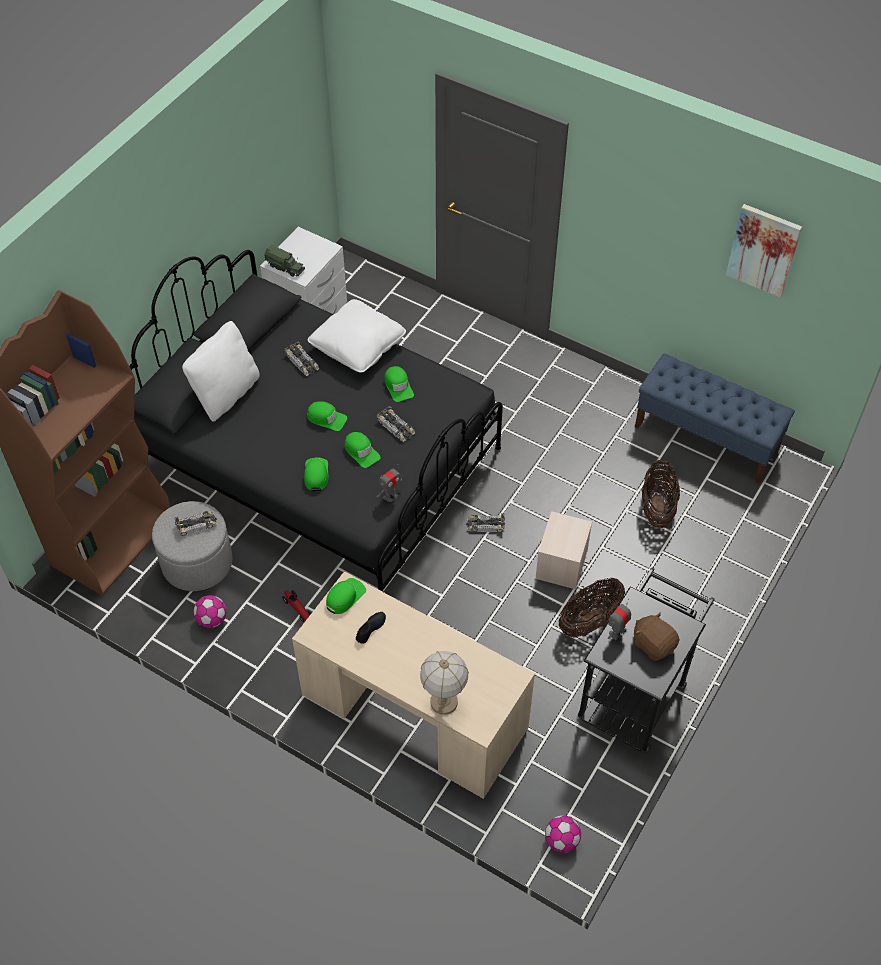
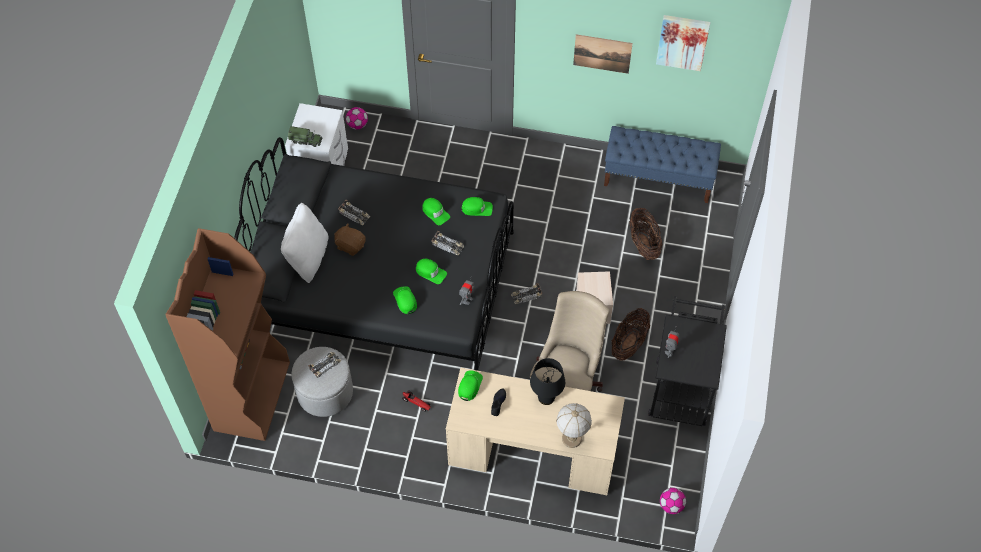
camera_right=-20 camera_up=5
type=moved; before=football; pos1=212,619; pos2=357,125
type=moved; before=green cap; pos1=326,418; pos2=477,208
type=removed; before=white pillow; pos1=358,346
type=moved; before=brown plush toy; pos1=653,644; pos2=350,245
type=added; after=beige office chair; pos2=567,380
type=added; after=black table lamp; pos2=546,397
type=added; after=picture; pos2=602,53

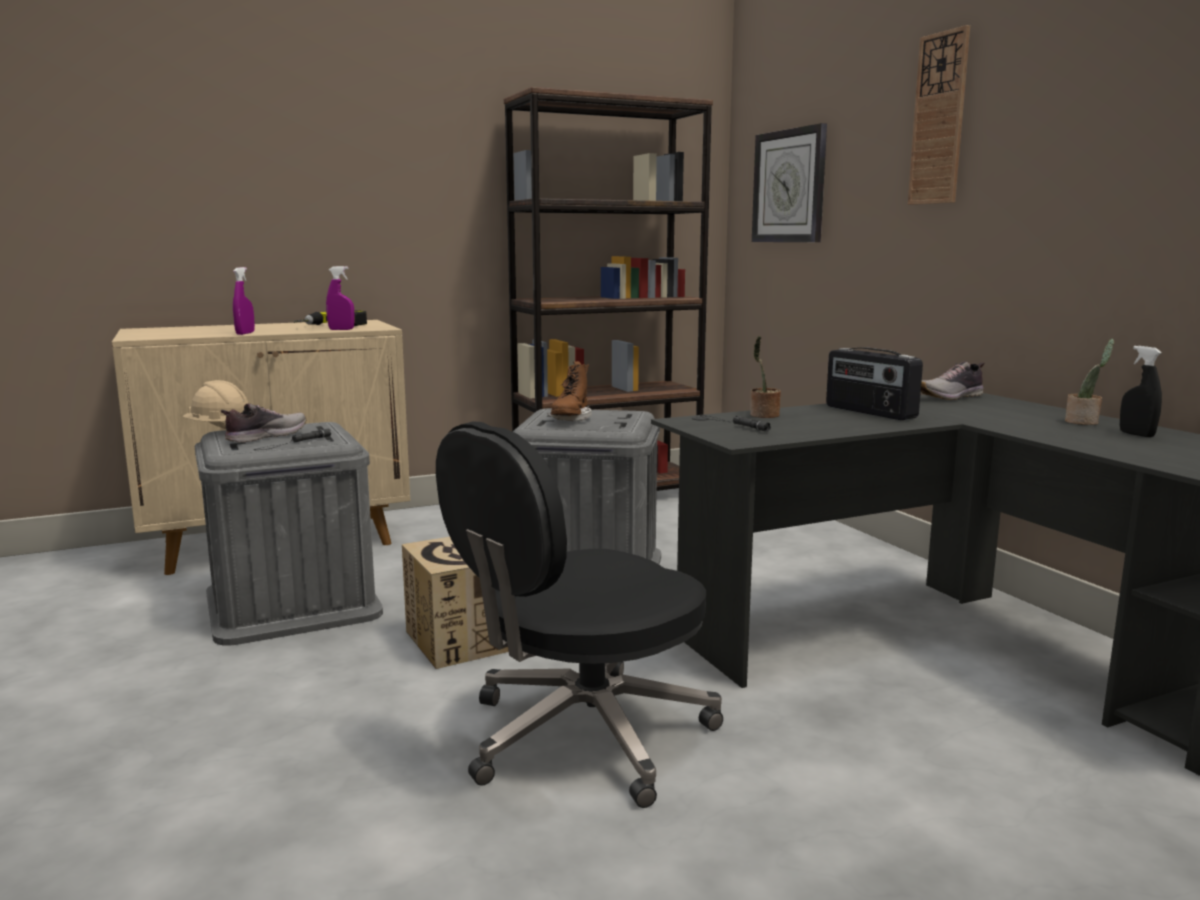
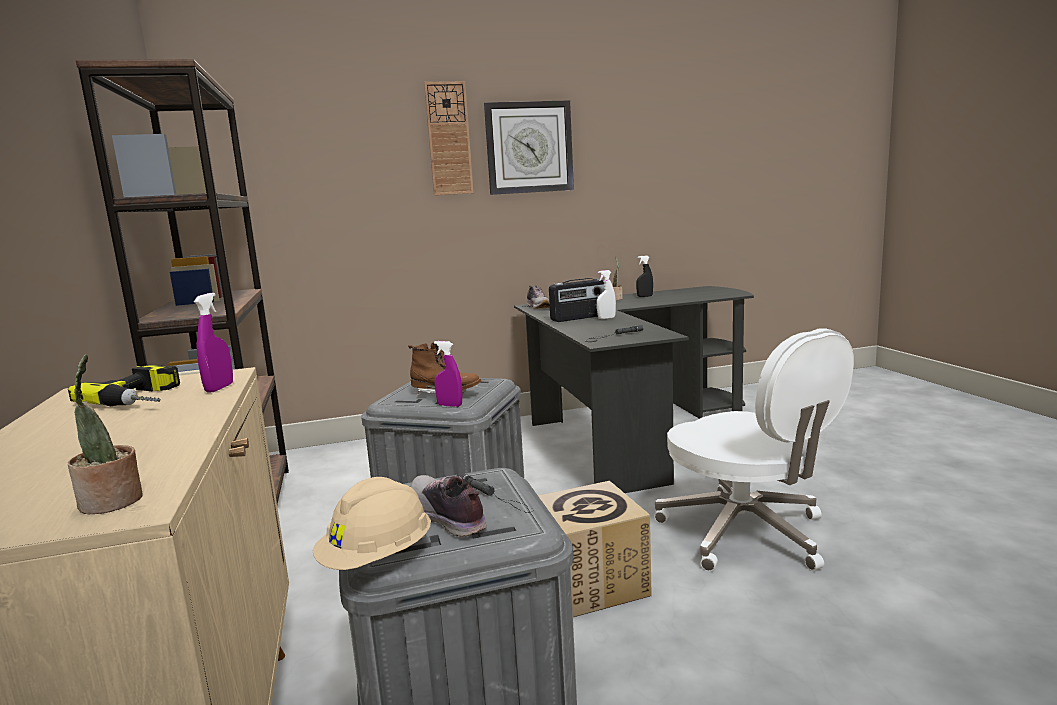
camera_right=-80 camera_up=0
type=moved; before=purple spray bottle; pos1=245,333; pos2=450,405
type=recoloured; before=black office chair; after=white office chair; pos1=583,736; pos2=746,533
type=moved; before=potted plant; pos1=763,415; pos2=111,503
type=moved; before=wall clock; pos1=789,186; pos2=529,147
type=added; after=white spray bottle; pos2=606,318

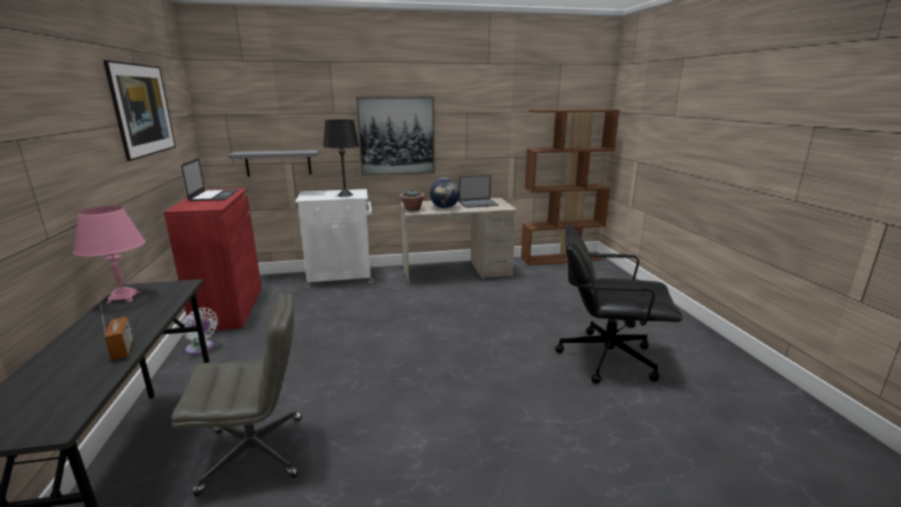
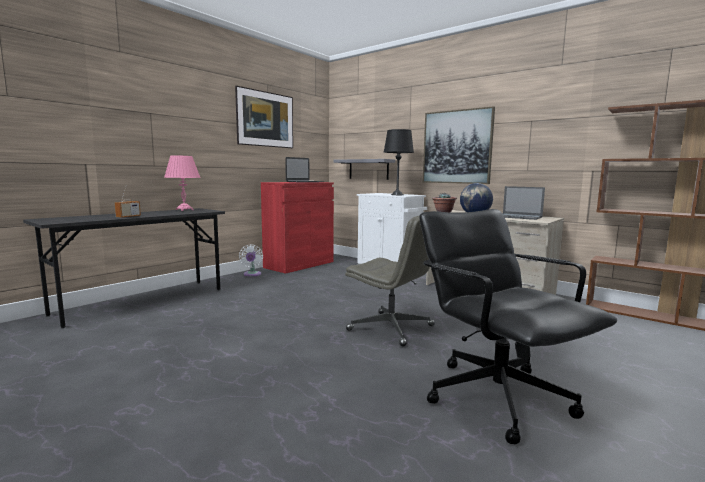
camera_right=50 camera_up=-10
type=moved; before=grey office chair; pos1=255,452; pos2=392,328

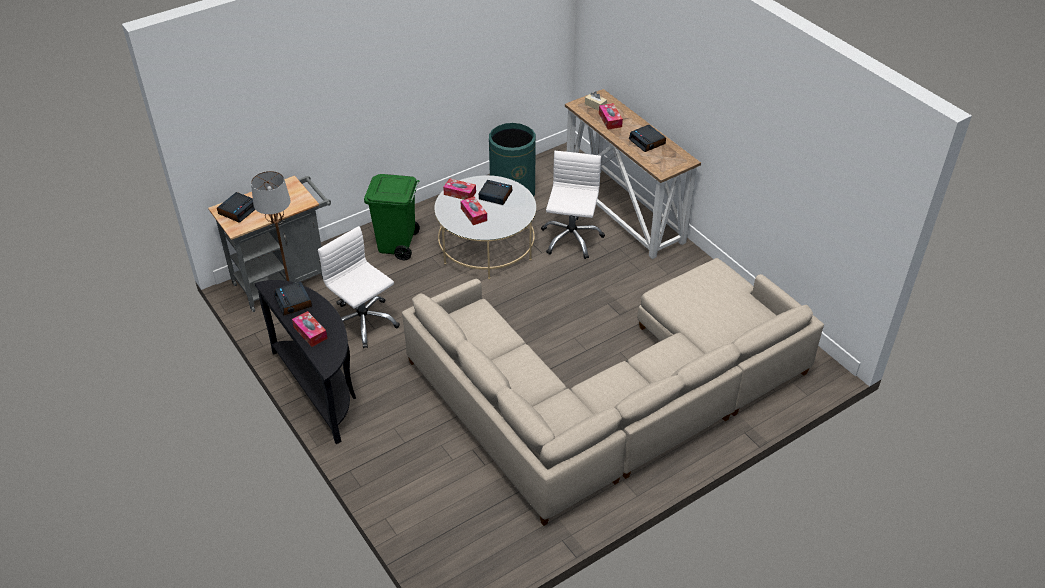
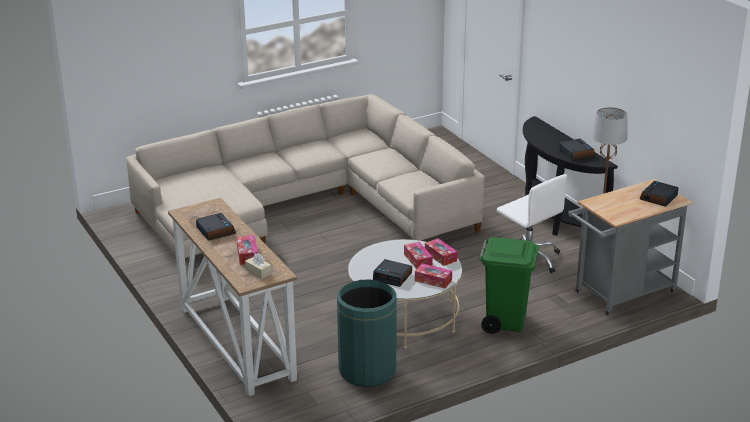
camera_right=-175 camera_up=-15
type=moved; before=tissue box; pos1=310,333; pos2=440,256
type=removed; before=white office chair; pos1=571,239

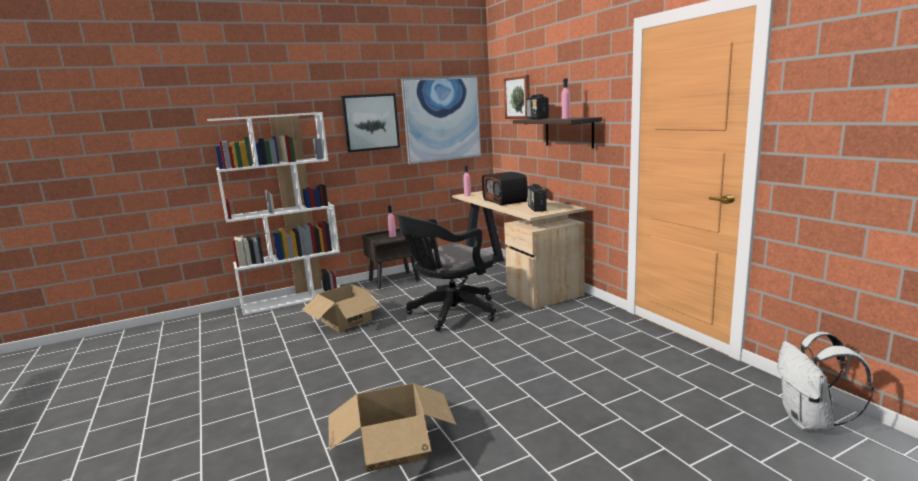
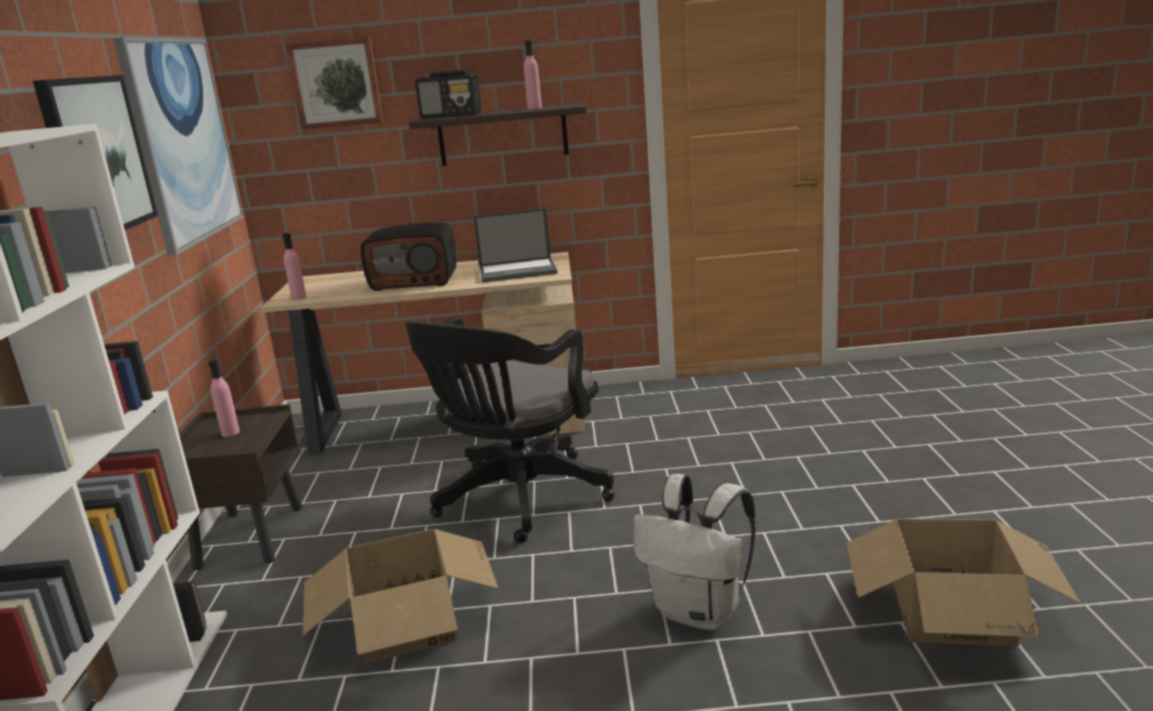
camera_right=-65 camera_up=5
type=turned; before=black office chair; pos1=449,313; pos2=518,500; turn=45
type=replaced; before=radio; after=laptop; pos1=537,208; pos2=518,271
type=moved; before=white backpack; pos1=810,422; pos2=700,612

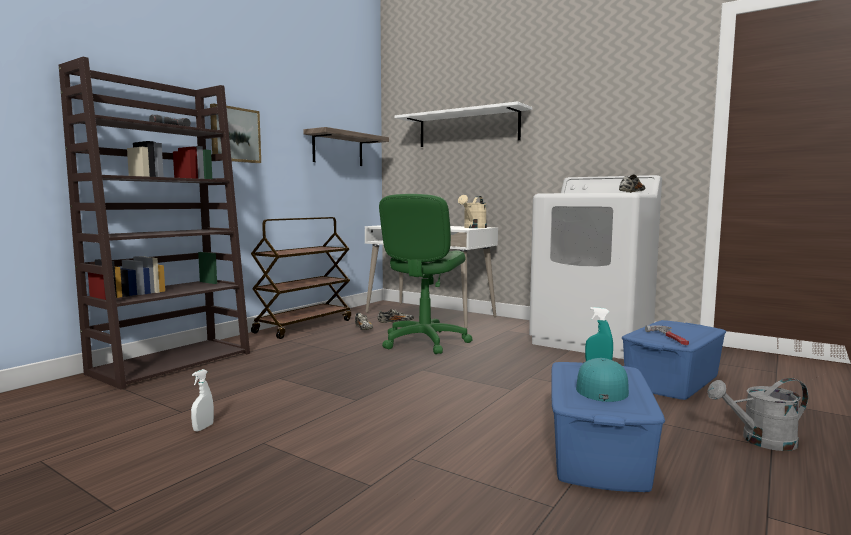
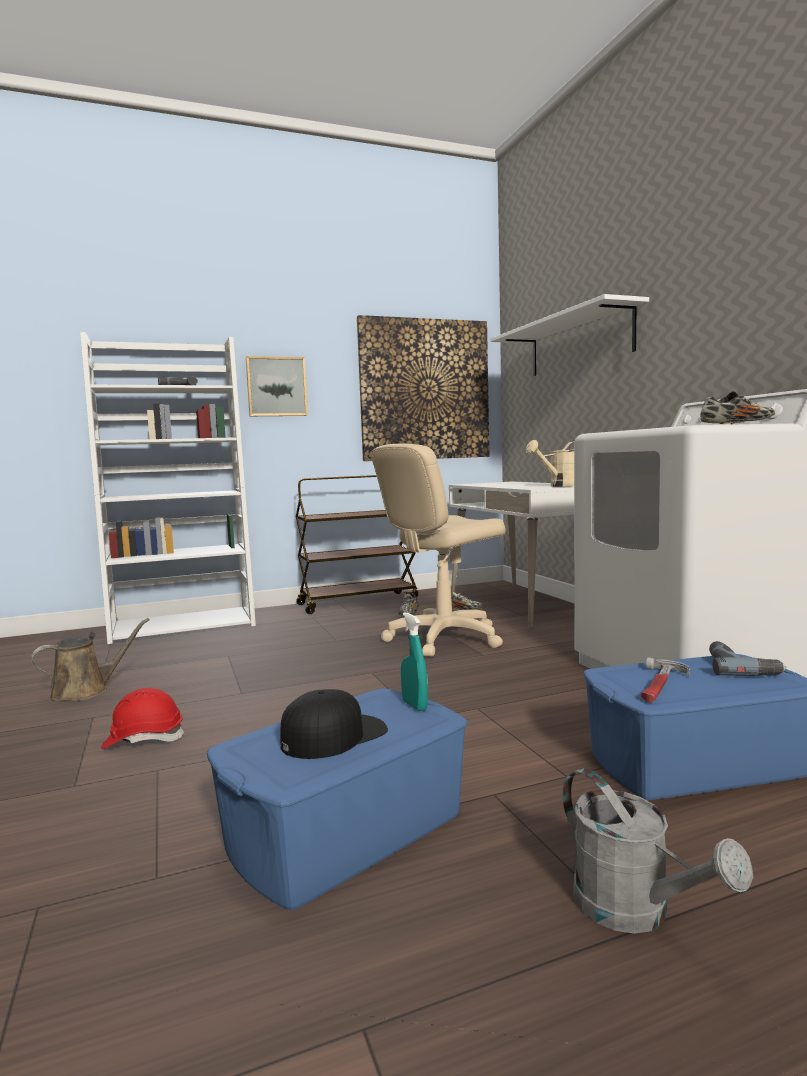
camera_right=35 camera_up=0
type=recoloured; before=brown bookcase; after=white bookcase; pos1=173,362; pos2=184,625
type=replaced; before=white spray bottle; after=brown watering can; pos1=203,428; pos2=85,691
type=replaced; before=shelf; after=picture; pos1=338,149; pos2=425,390
type=recoloured; before=green office chair; after=beige office chair; pos1=424,341; pos2=444,638
type=recoloured; before=turquoise cap; after=black cap; pos1=601,388; pos2=334,735
type=turned; before=grey watering can; pos1=760,441; pos2=635,912; turn=-150
type=added; after=red hard hat; pos2=143,740
type=added; after=power drill; pos2=740,667

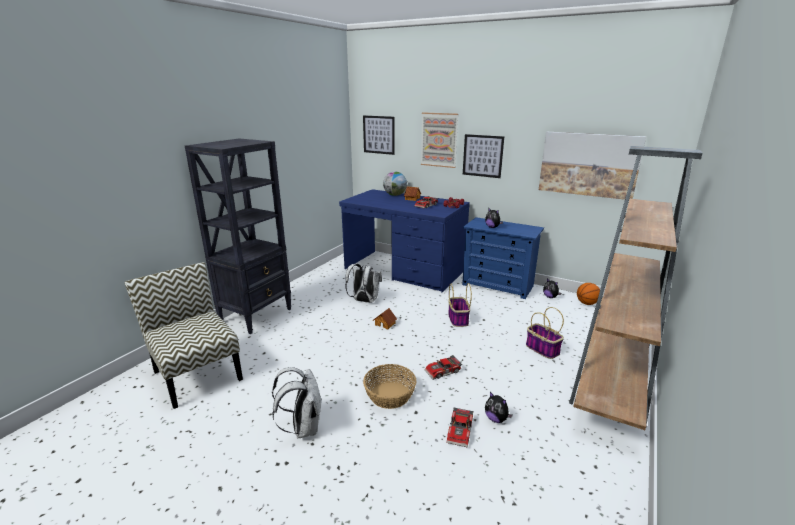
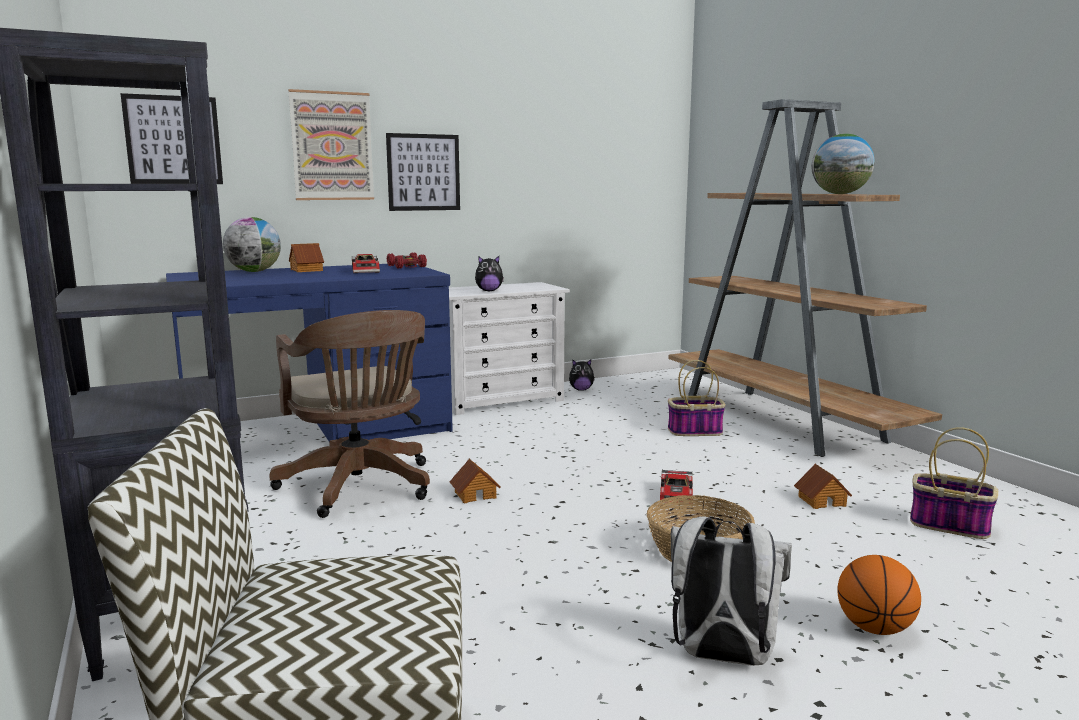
camera_right=-55 camera_up=-10
type=replaced; before=white backpack; after=brown office chair; pos1=364,301; pos2=360,488
type=removed; before=toy car; pos1=461,431
type=moved; before=basket; pos1=458,319; pos2=948,525
type=recoloured; before=blue dresser; after=white dresser; pos1=498,285; pos2=500,400
type=replaced; before=plush toy; after=toy house; pos1=496,419; pos2=821,501
type=removed; before=picture; pos1=588,164
type=moved; before=basketball; pos1=586,303; pos2=874,628
type=added; after=globe; pos2=840,194

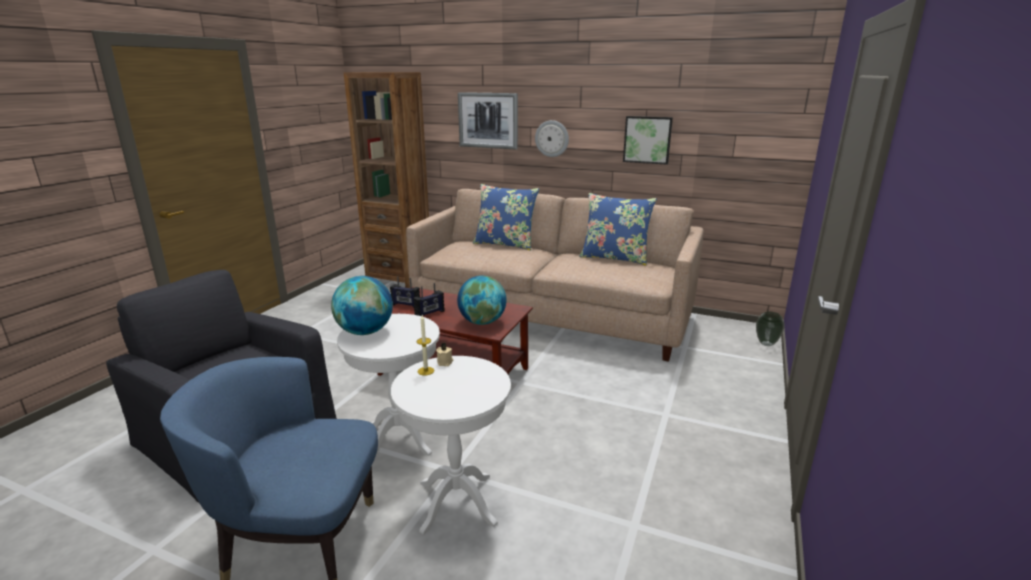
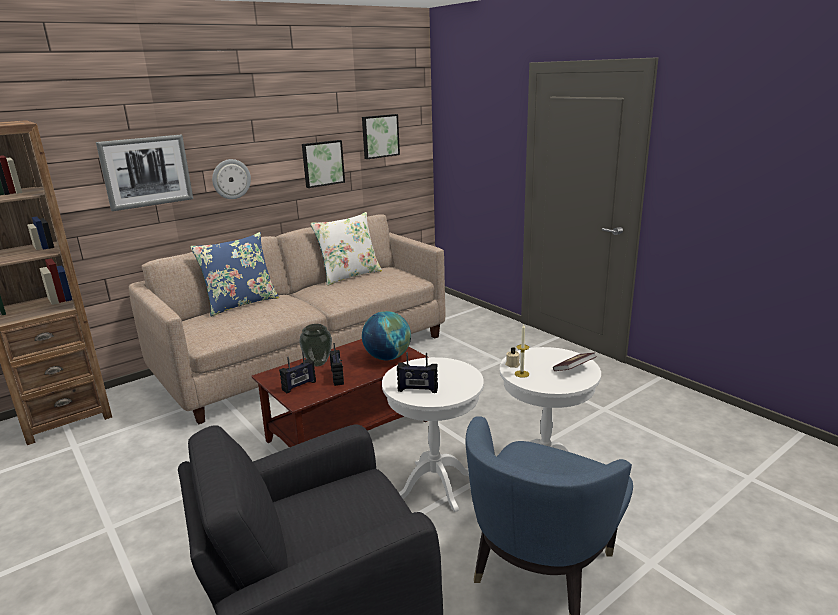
camera_right=-60 camera_up=0
type=replaced; before=globe; after=radio; pos1=365,332; pos2=417,389
type=recoloured; before=blue pillow; after=white pillow; pos1=615,258; pos2=349,276
type=moved; before=vase; pos1=766,343; pos2=317,363
type=added; after=picture; pos2=379,136
type=added; after=book; pos2=573,369

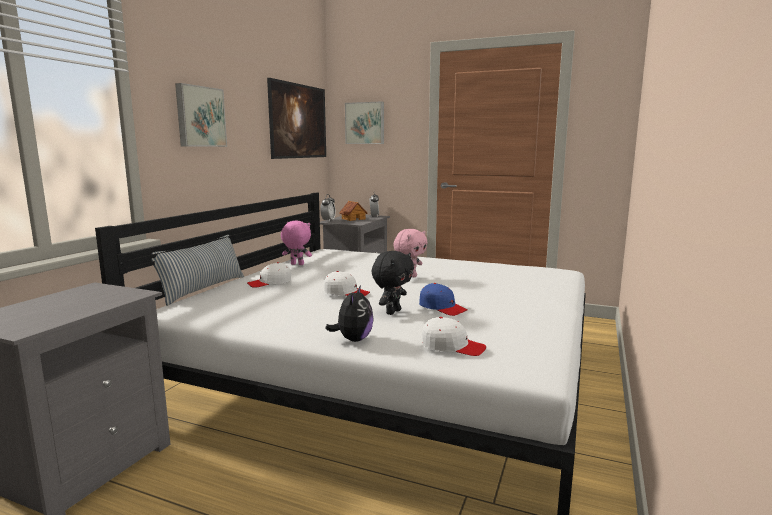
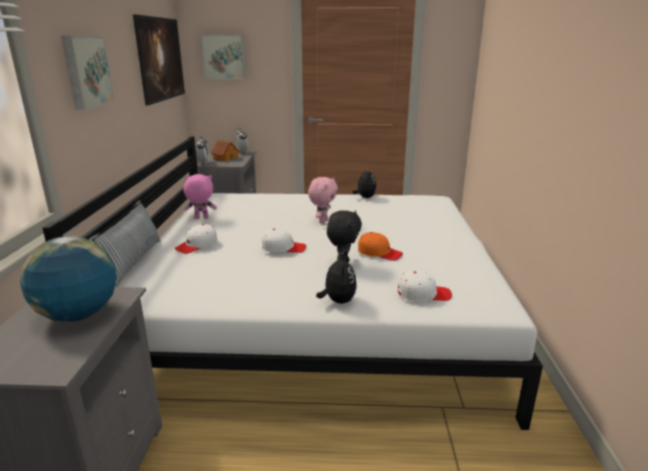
camera_right=-20 camera_up=10
type=recoloured; before=blue cap; after=orange cap; pos1=442,308; pos2=379,253
type=added; after=globe; pos2=78,315
type=added; after=plush toy; pos2=365,197

